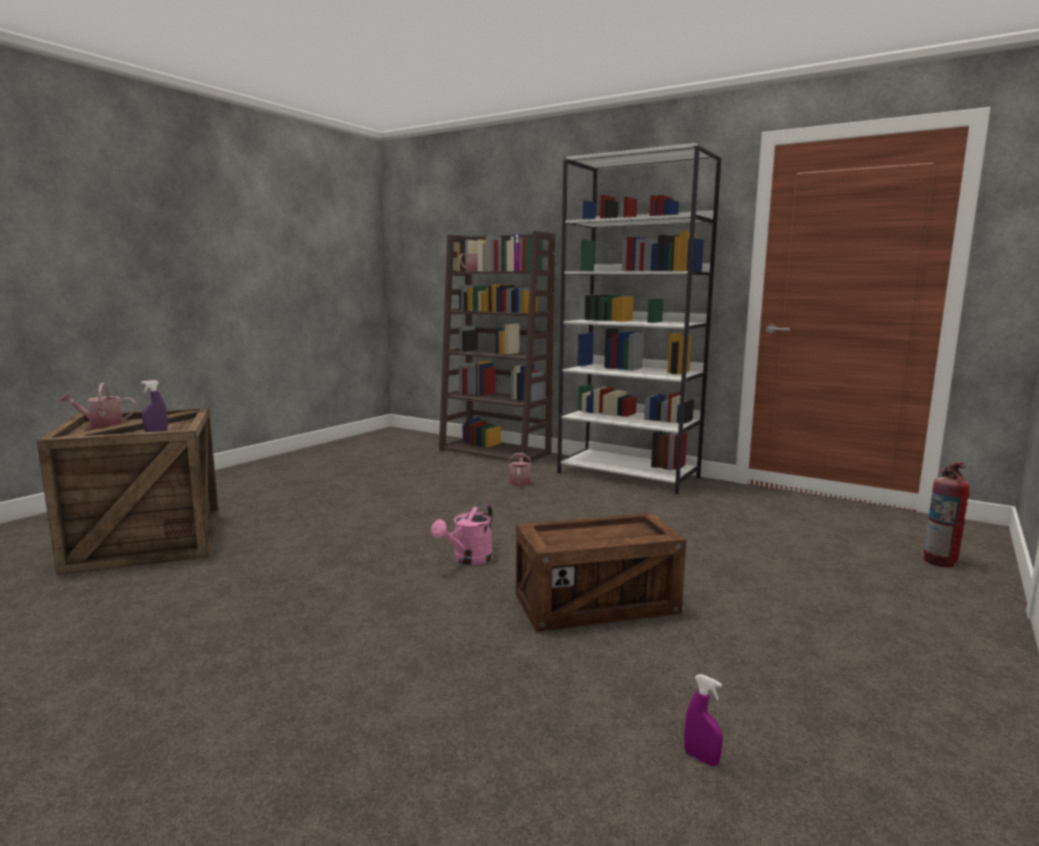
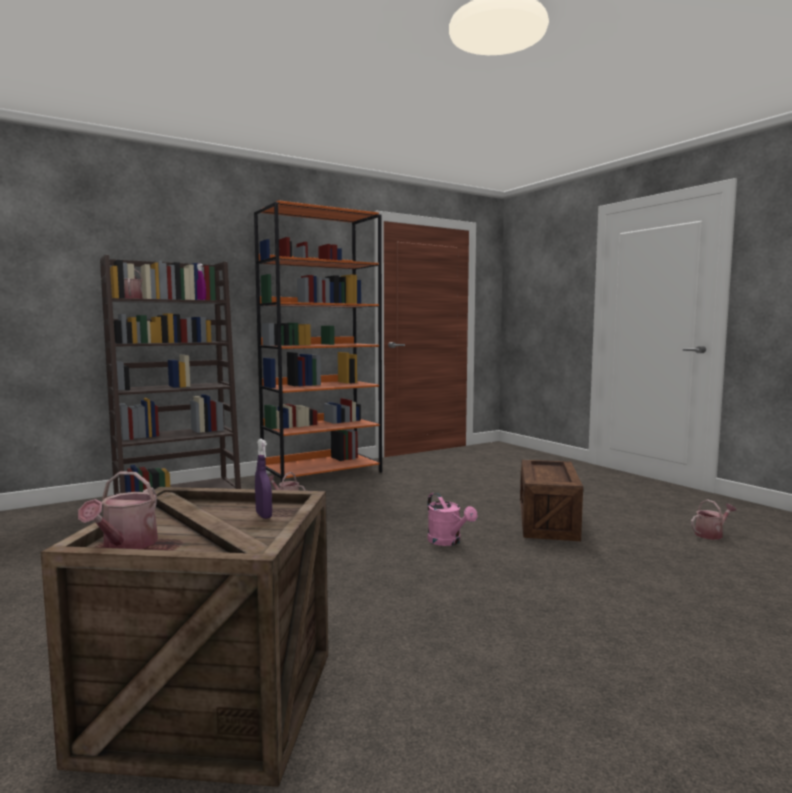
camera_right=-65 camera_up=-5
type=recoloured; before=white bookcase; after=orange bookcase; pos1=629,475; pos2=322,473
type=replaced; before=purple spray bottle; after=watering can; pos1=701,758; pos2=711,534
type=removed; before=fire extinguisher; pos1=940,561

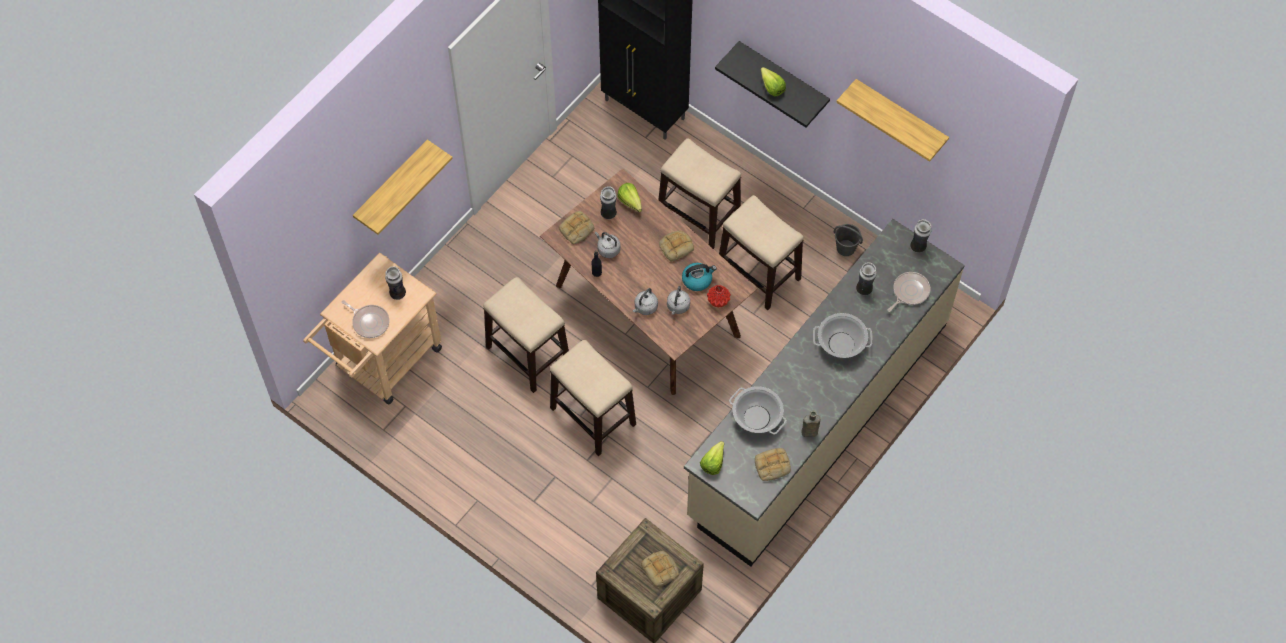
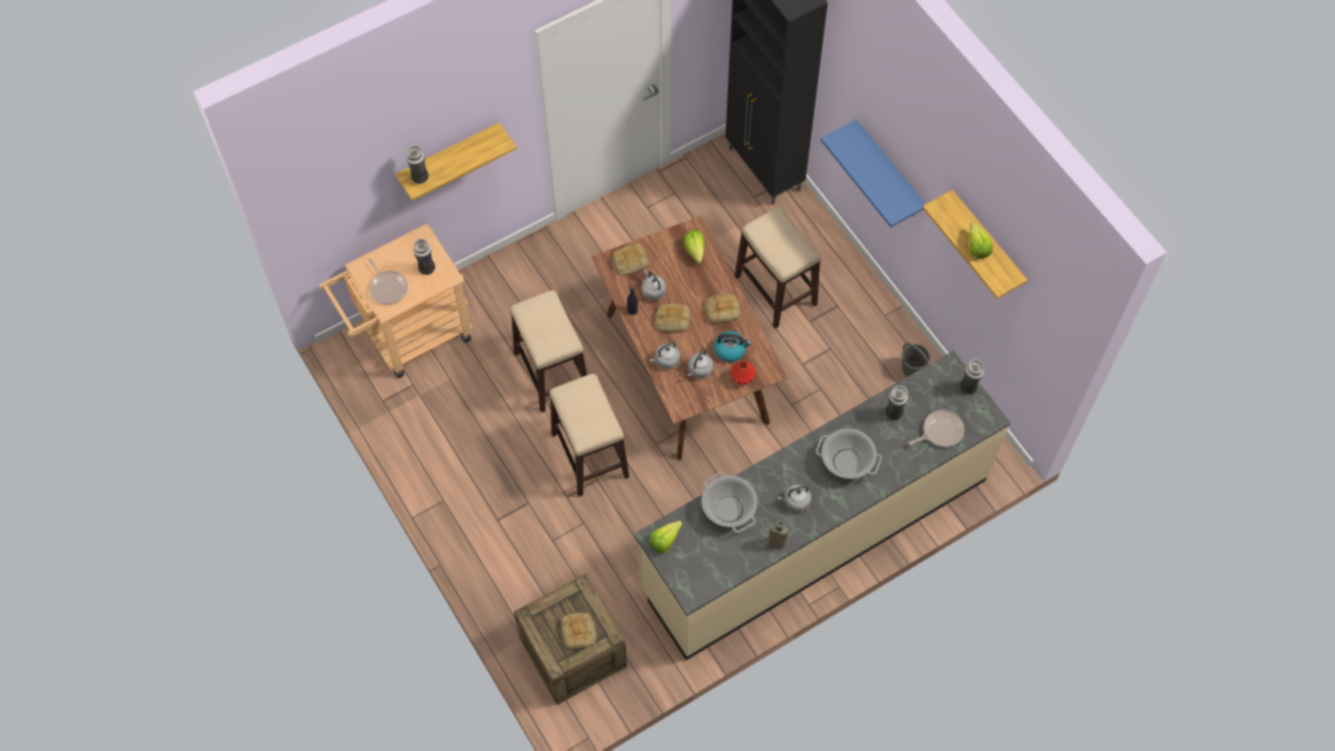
camera_right=20 camera_up=0
type=moved; before=vase; pos1=608,214; pos2=420,178
type=recoloured; before=black shelf; after=blue shelf; pos1=783,79; pos2=889,172
type=removed; before=stool; pos1=759,274
type=moved; before=bread; pos1=772,466; pos2=672,320
type=moved; before=lettuce; pos1=771,85; pos2=976,245
type=added; after=grey kettle; pos2=795,502

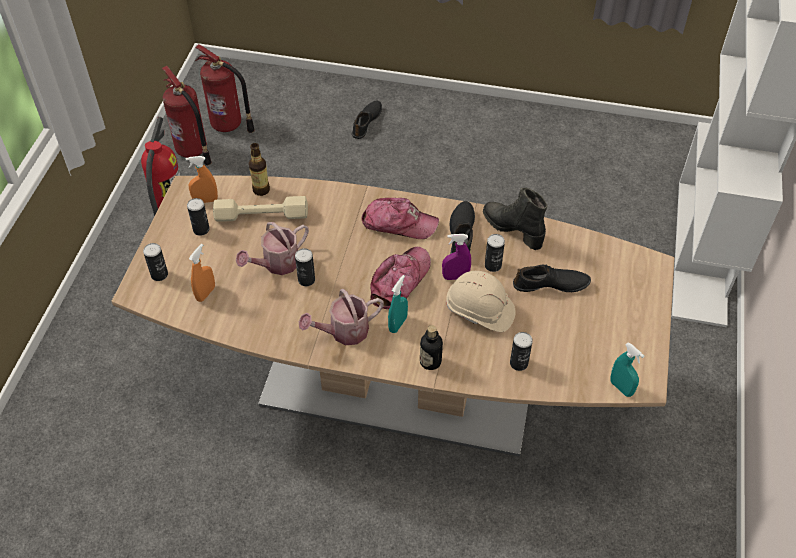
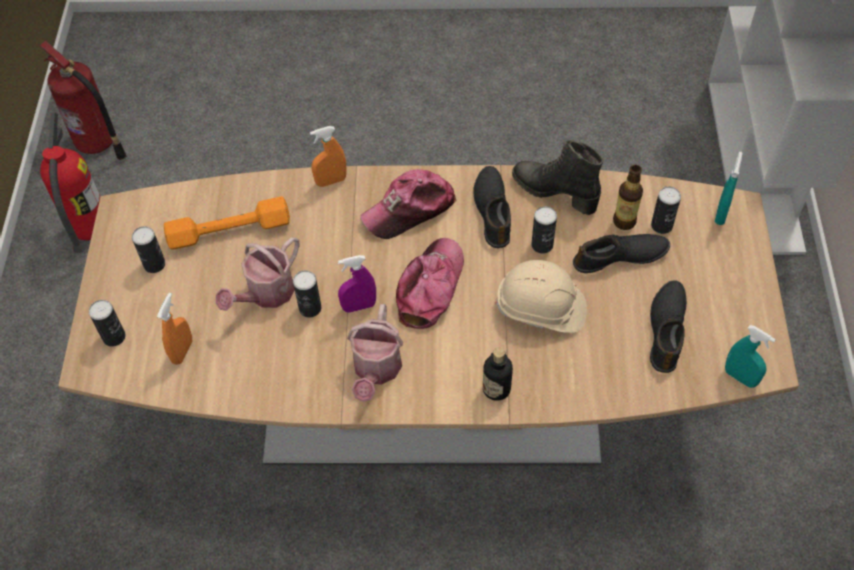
camera_right=-10 camera_up=5
type=moved; before=orange spray bottle; pos1=205,200; pos2=331,181
type=removed; before=fire extinguisher; pos1=228,125
type=recoloured; before=beige dumbbell; after=orange dumbbell; pos1=261,216; pos2=229,231
type=moved; before=bottle; pos1=261,190; pos2=624,221
type=turned; before=watering can; pos1=344,332; pos2=376,370; turn=-45
type=moved; before=black shoe; pos1=367,122; pos2=667,329
type=turned; before=cap; pos1=399,223; pos2=409,210; turn=150
type=moved; before=turquoise spray bottle; pos1=398,324; pos2=721,214
type=moved; before=purple spray bottle; pos1=455,277; pos2=359,306
type=moved; before=can; pos1=518,363; pos2=661,225

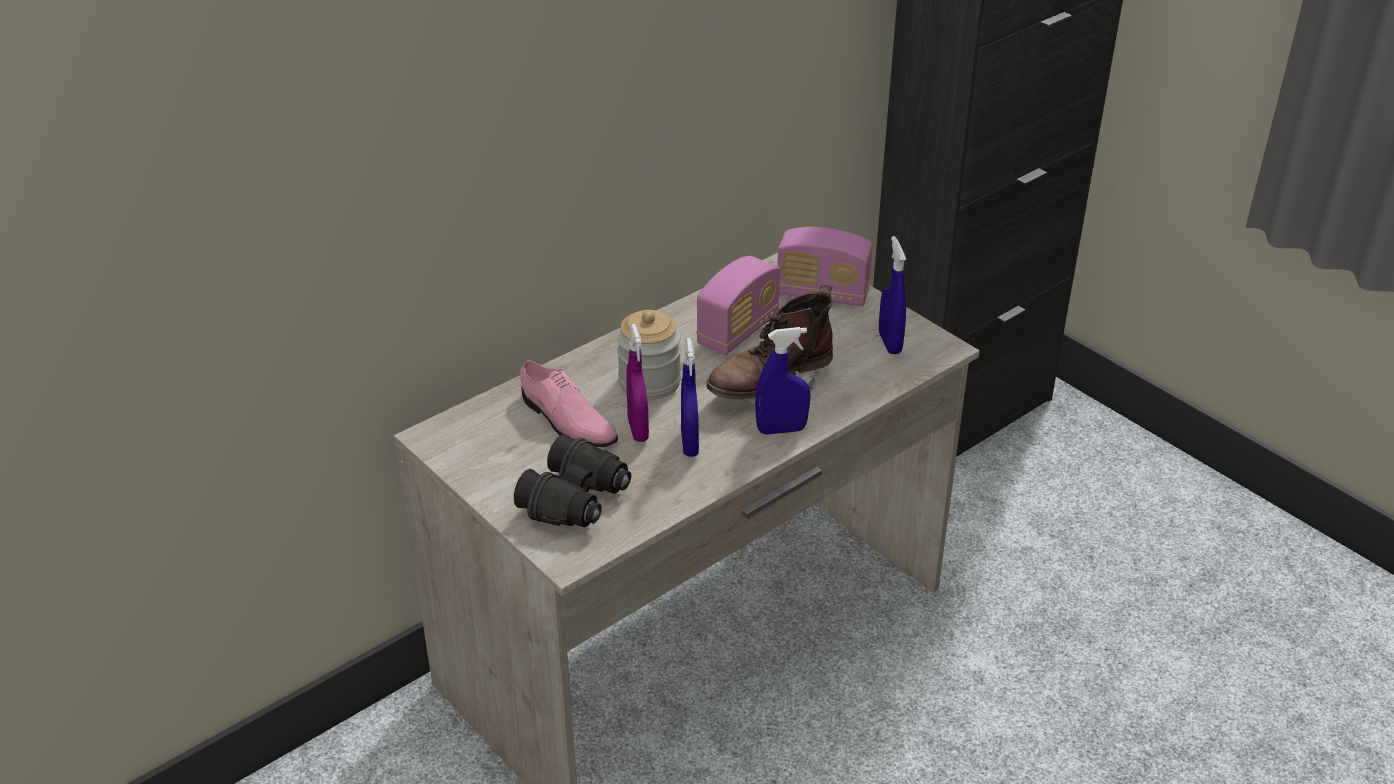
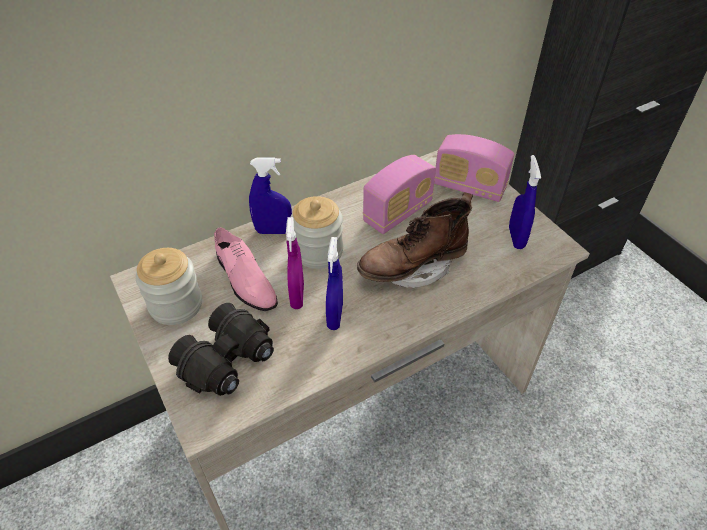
camera_right=10 camera_up=10
type=moved; before=blue spray bottle; pos1=781,430; pos2=273,231
type=added; after=jar; pos2=176,305

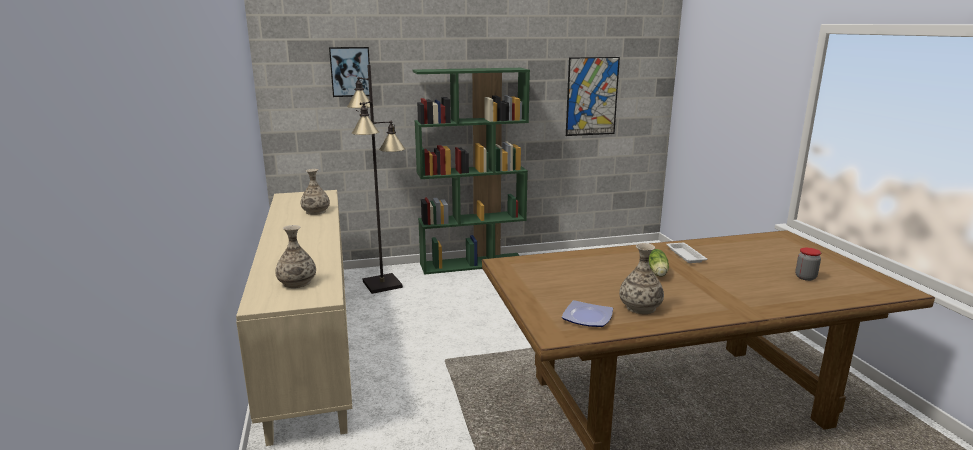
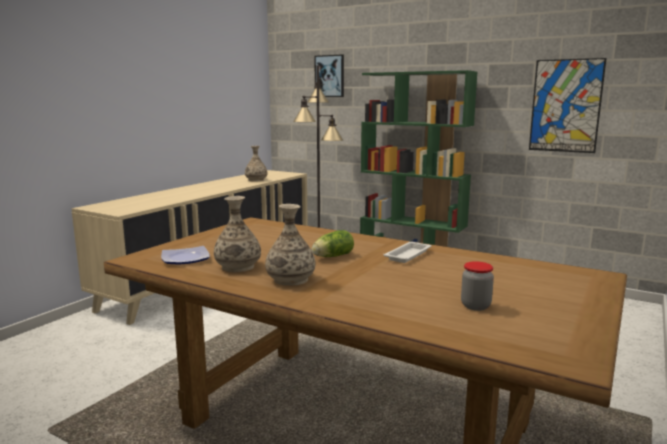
camera_right=45 camera_up=-5
type=moved; before=vase; pos1=297,282; pos2=291,280

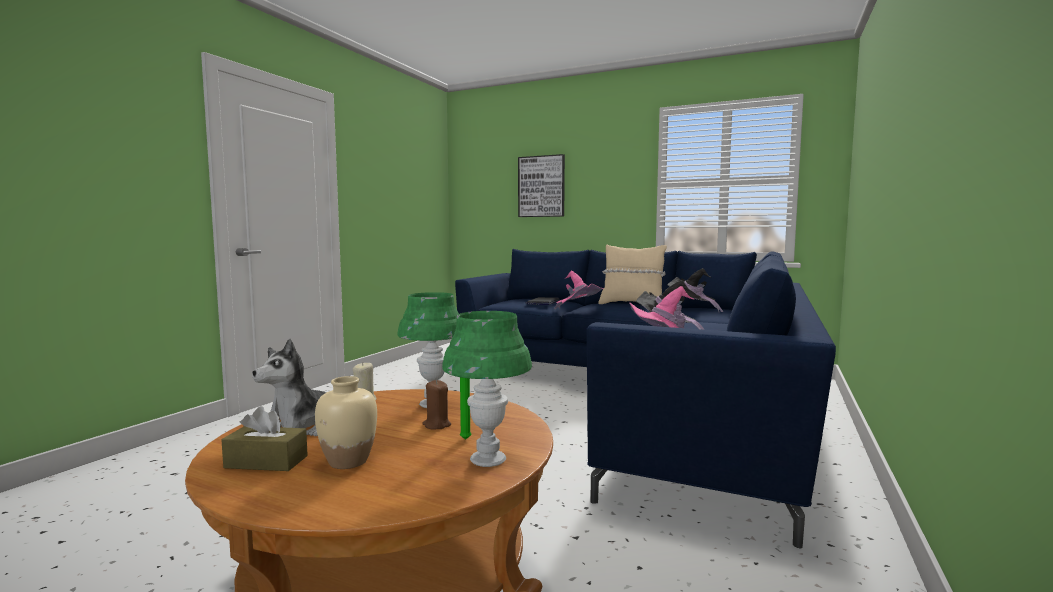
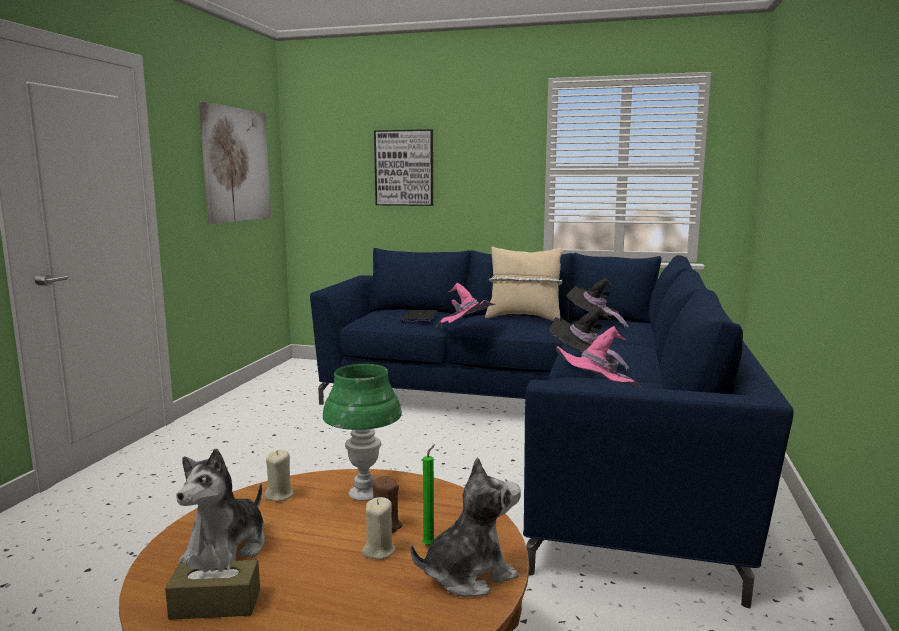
camera_right=-10 camera_up=5
type=removed; before=beige vase; pos1=348,461
type=replaced; before=green table lamp; after=plush toy; pos1=488,460; pos2=468,574
type=added; after=picture; pos2=236,165
type=added; after=beige candle; pos2=379,551

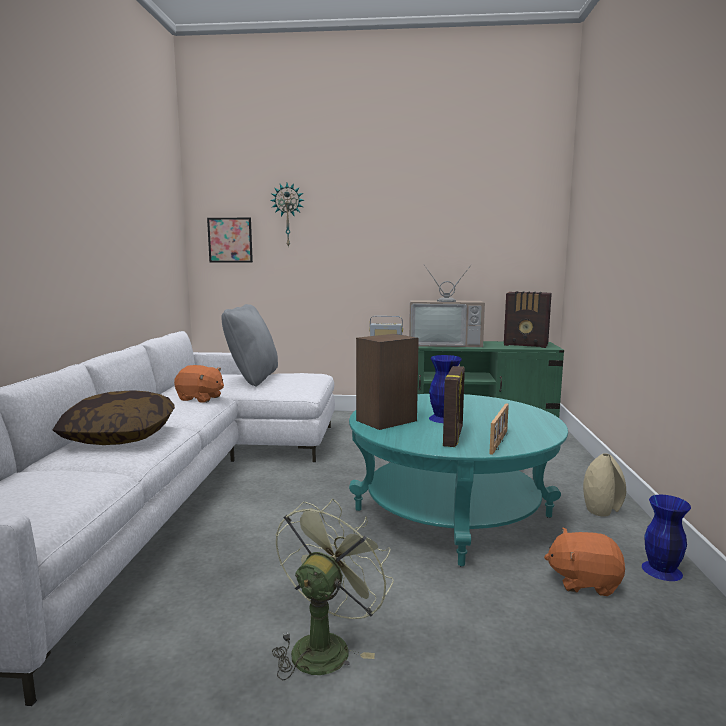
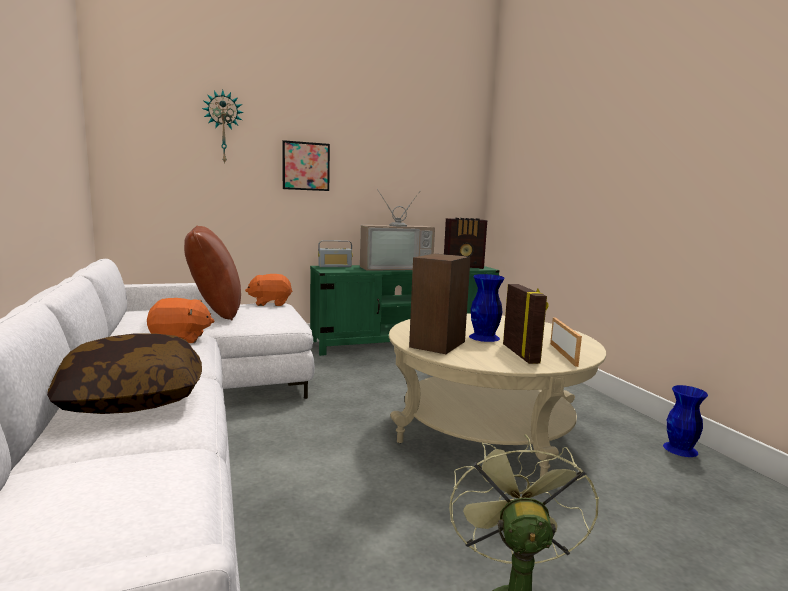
camera_right=-25 camera_up=0
type=moved; before=picture; pos1=230,240; pos2=306,166
type=recoloured; before=grey pillow; after=brown pillow; pos1=253,379; pos2=215,312
type=recoloured; before=turquoise coffee table; after=beige coffee table; pos1=451,513; pos2=485,430
type=moved; before=orange plush toy; pos1=584,581; pos2=270,303
type=removed; before=beige vase; pos1=602,510

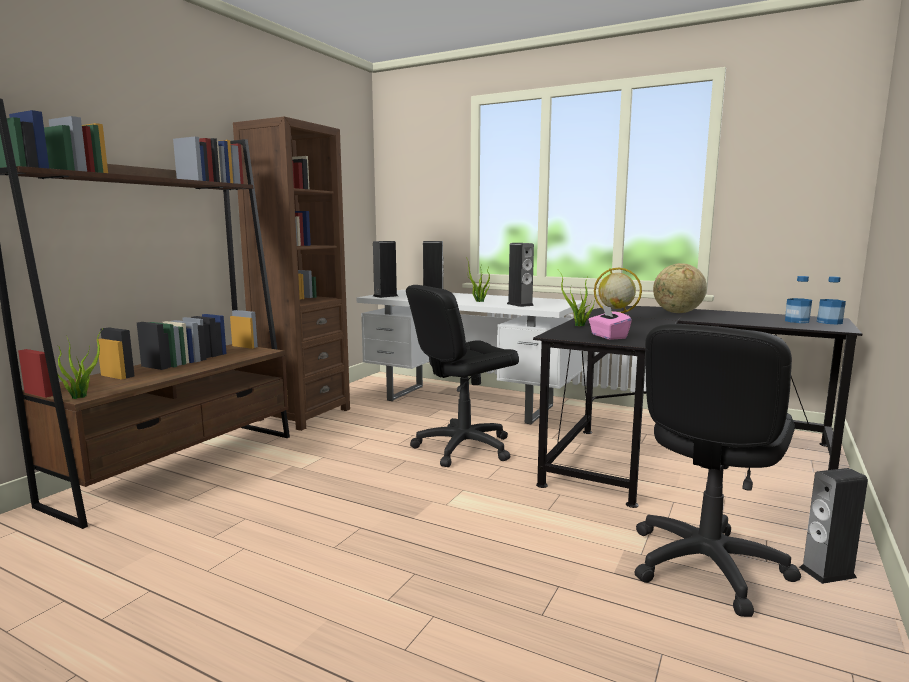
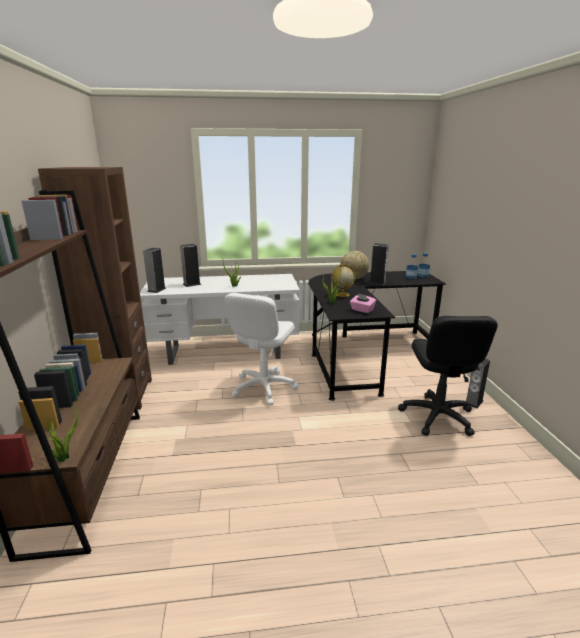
camera_right=-35 camera_up=10
type=recoloured; before=black office chair; after=white office chair; pos1=463,448; pos2=263,387
type=moved; before=speaker; pos1=520,304; pos2=377,283

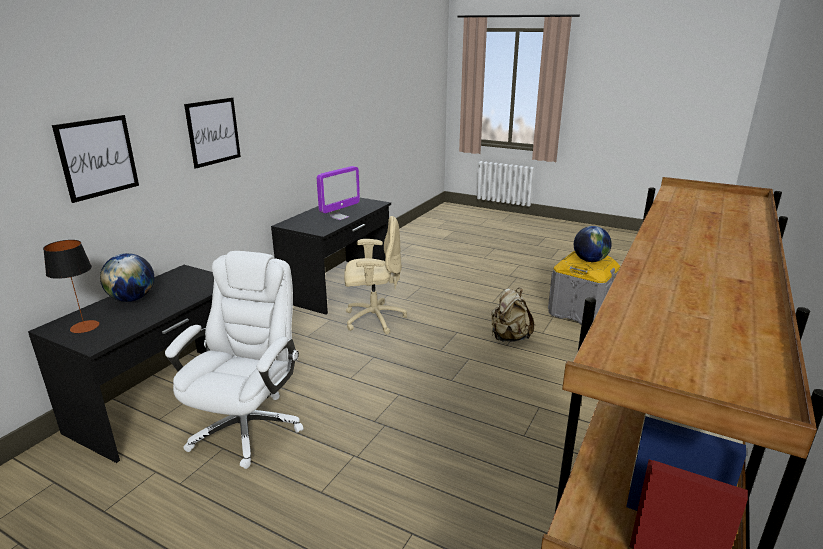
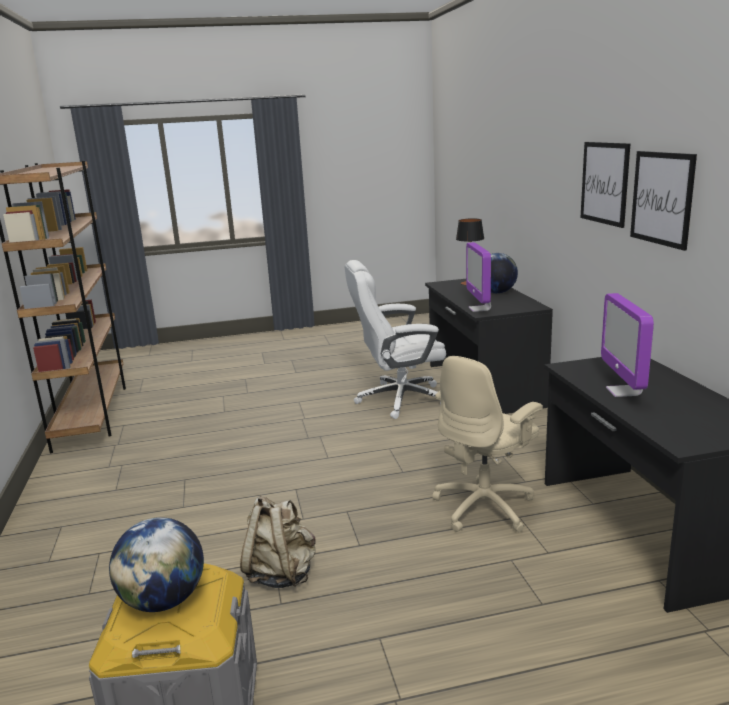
camera_right=140 camera_up=-5
type=moved; before=picture; pos1=98,157; pos2=662,198
type=turned; before=white office chair; pos1=247,426; pos2=399,399; turn=105
type=added; after=monitor; pos2=479,309

